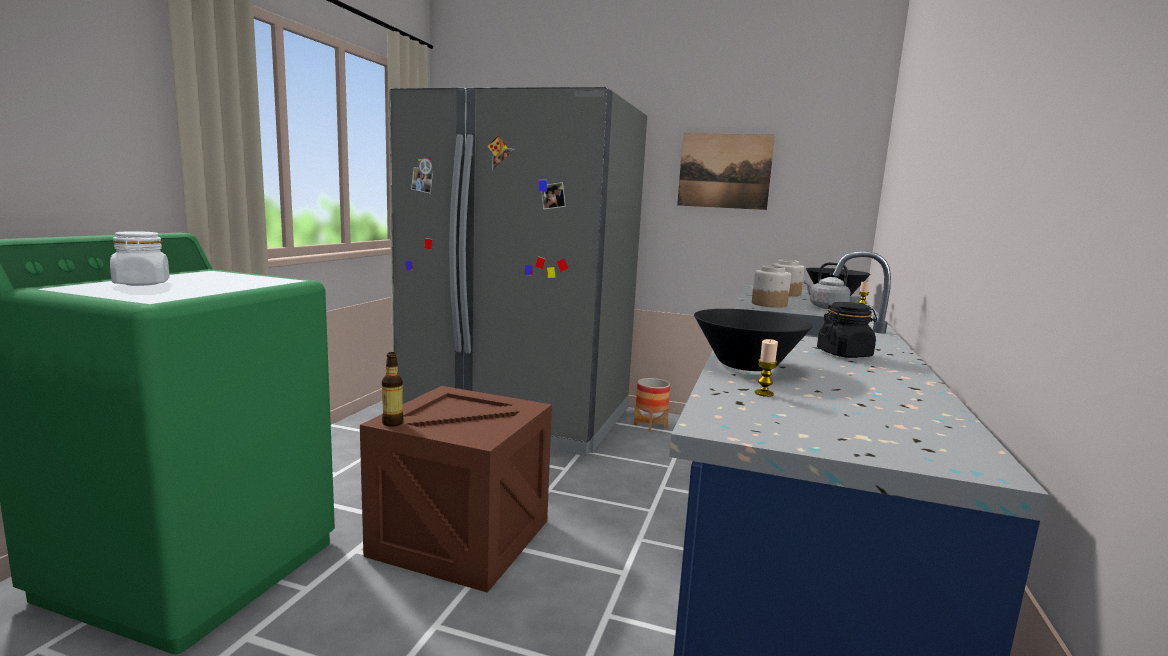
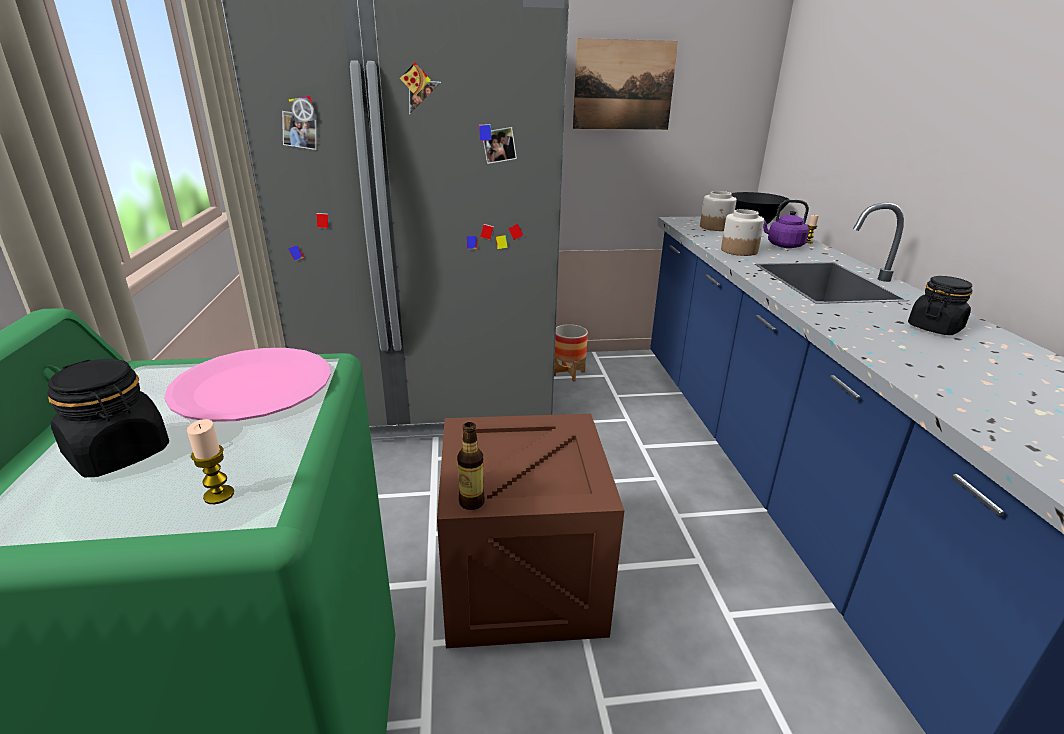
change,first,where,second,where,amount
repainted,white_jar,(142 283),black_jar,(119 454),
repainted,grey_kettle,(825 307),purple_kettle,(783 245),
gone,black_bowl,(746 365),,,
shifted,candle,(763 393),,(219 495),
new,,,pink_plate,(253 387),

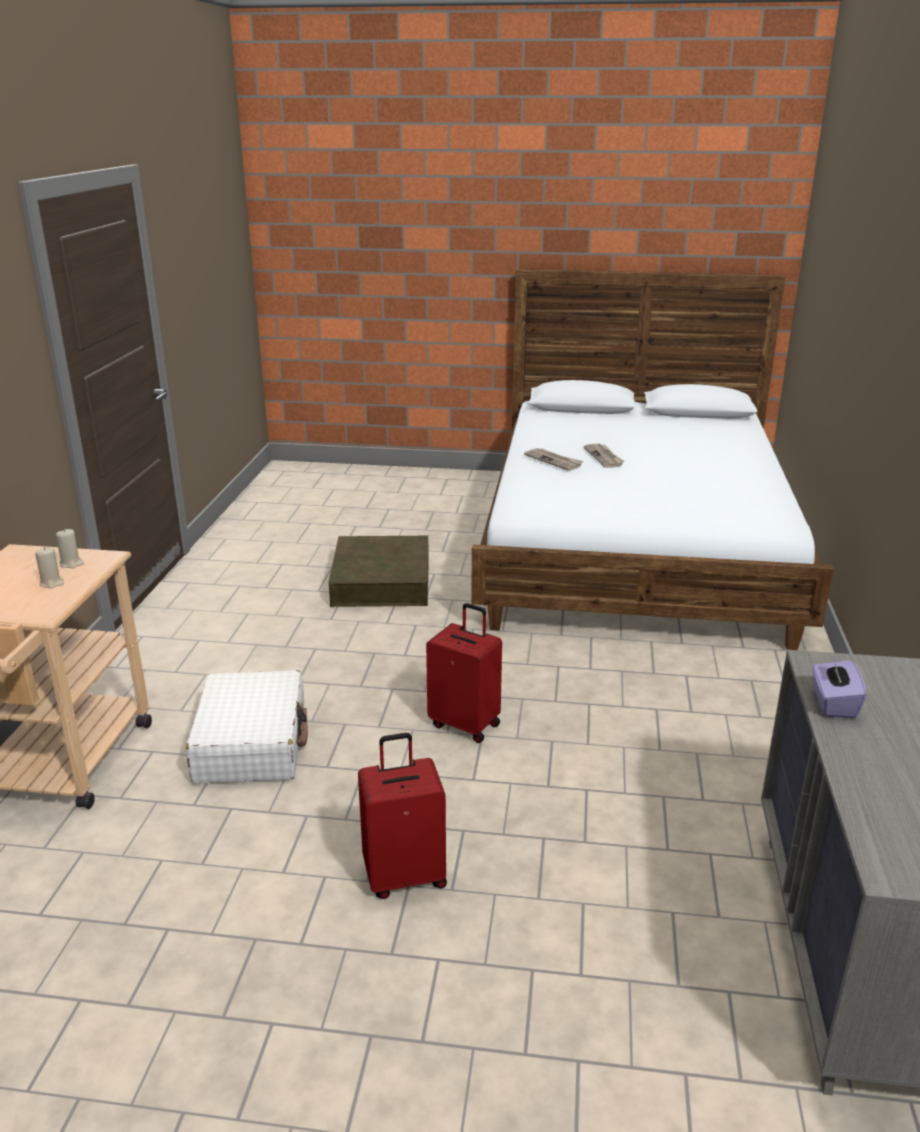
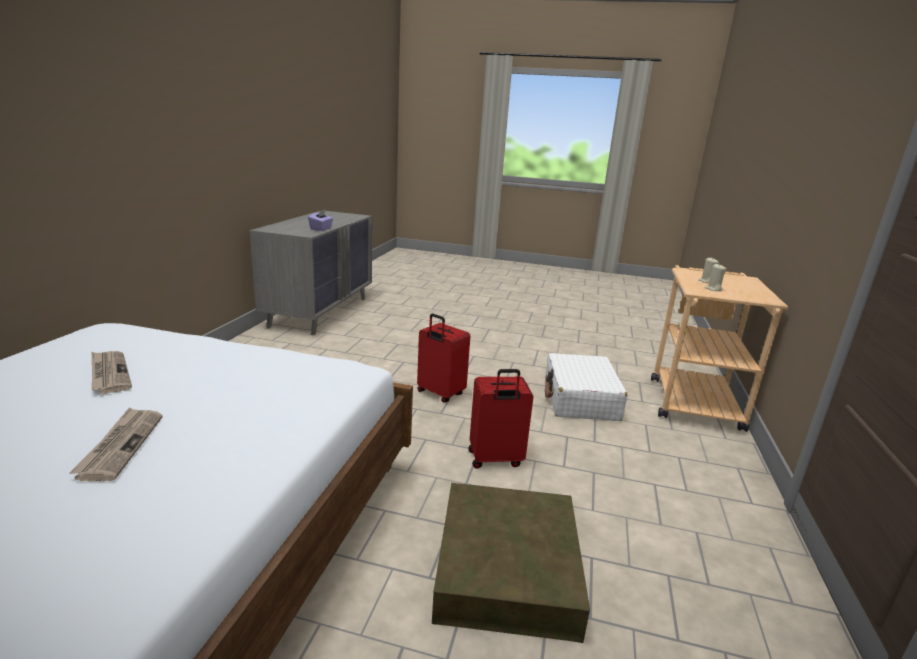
change,first,where,second,where,amount
shifted,newspaper,(554 461),,(109 374),
shifted,red_suitcase,(405 875),,(495 459),

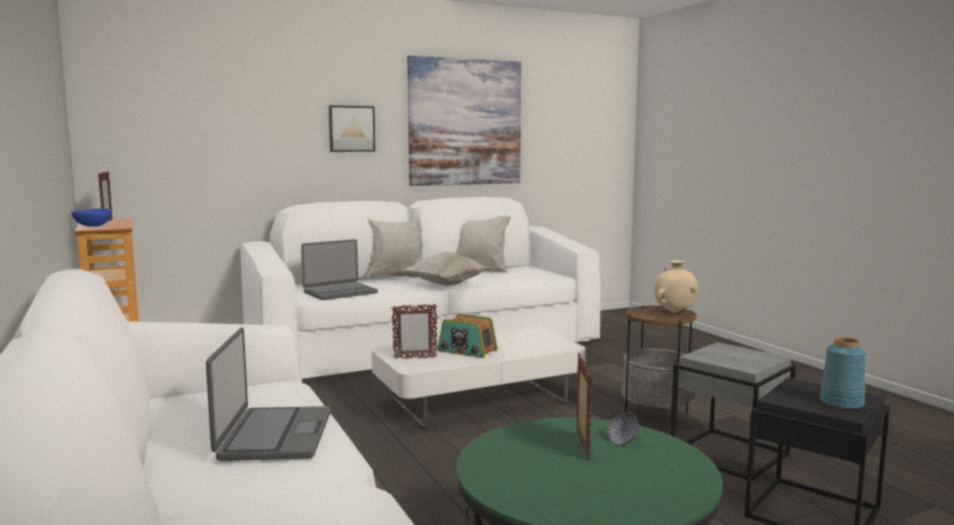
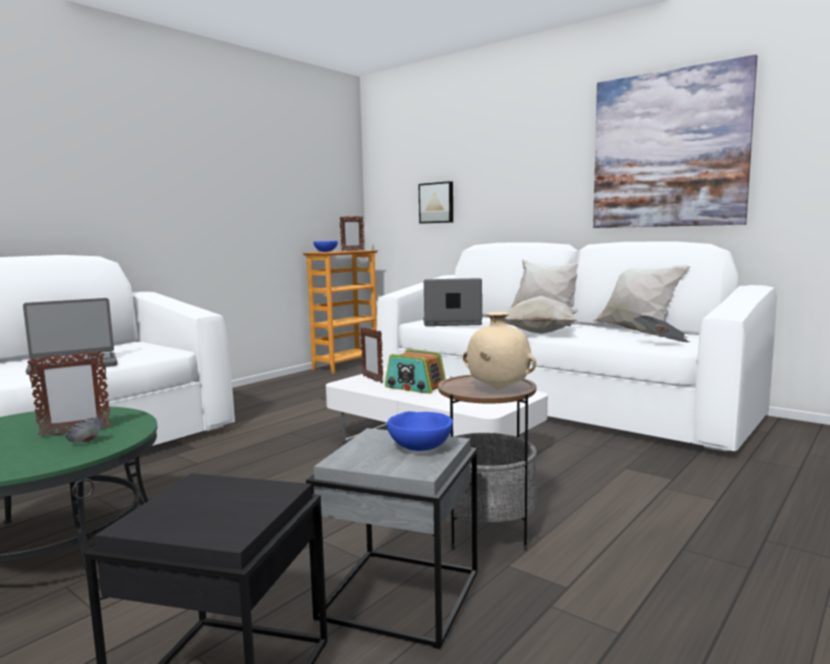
change,first,where,second,where,amount
shifted,picture,(351 129),,(437 203),
rotated,laptop,(340 292),,(451 323),150 degrees clockwise
rotated,radio,(467 351),,(415 387),60 degrees counterclockwise
gone,blue_vase,(842 403),,,
new,,,newspaper,(662 343),
new,,,blue_bowl,(420 448),

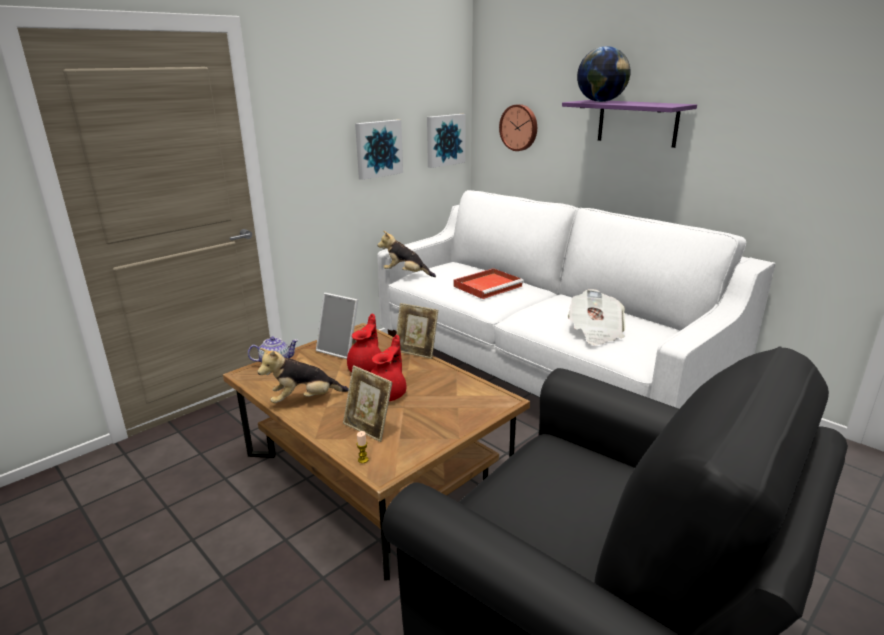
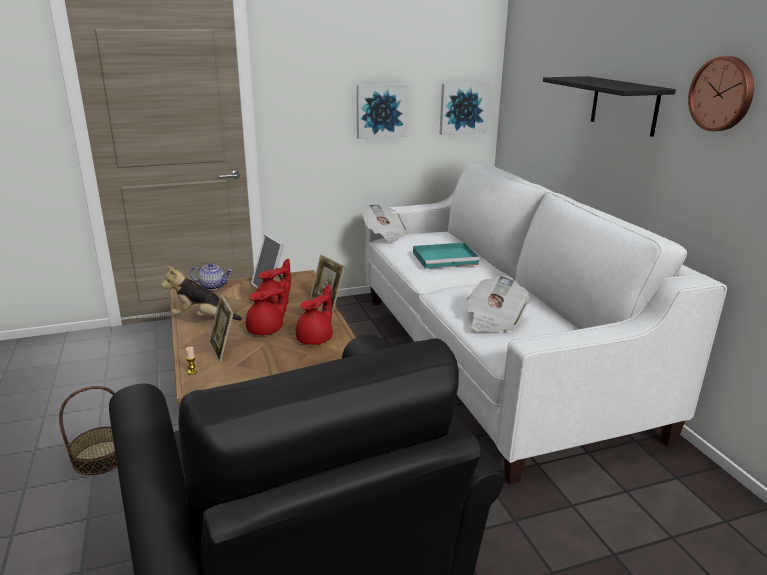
change,first,where,second,where,amount
gone,globe,(600 102),,,
repainted,purple_shelf,(637 123),black_shelf,(624 105),
shifted,wall_clock,(519 127),,(722 94),
swapped,plush_toy,(406 274),newspaper,(385 234),
repainted,red_tray,(488 286),turquoise_tray,(446 258),
new,,,red_teapot,(316 338),
new,,,basket,(101 457),

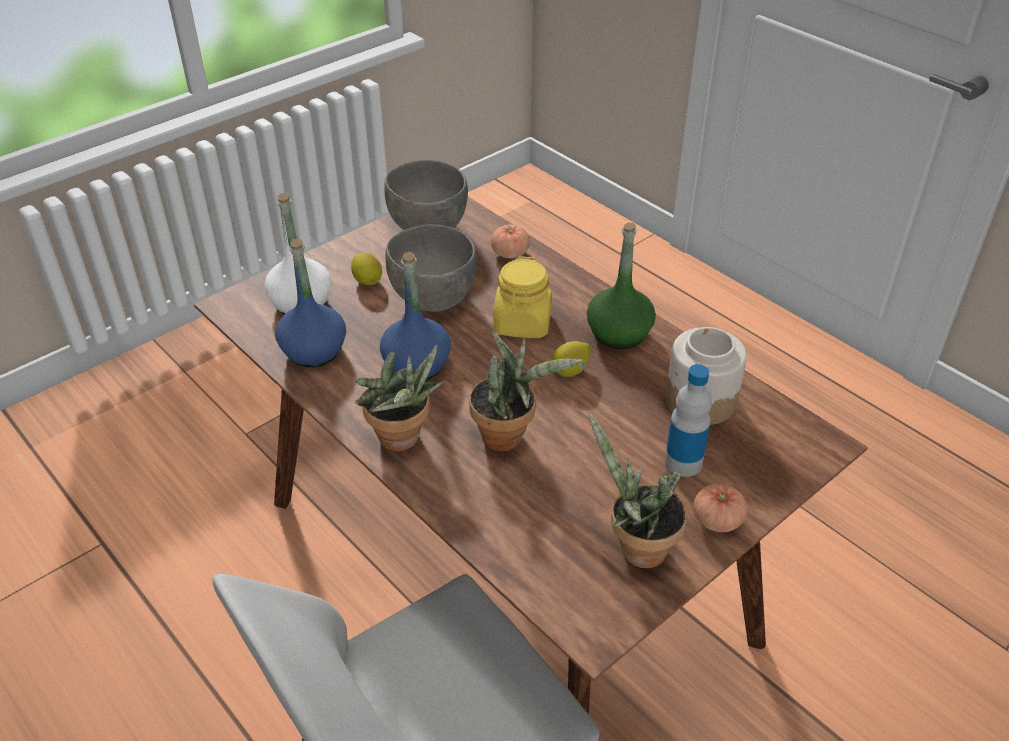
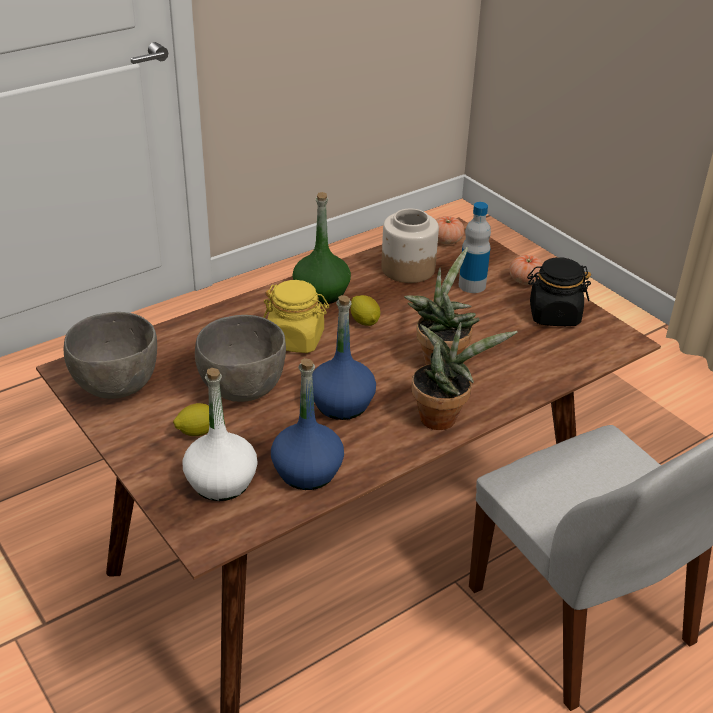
change,first,where,second,where,amount
shifted,tomato,(510 253),,(446 240),
swapped,potted_plant,(636 549),black_jar,(553 315),

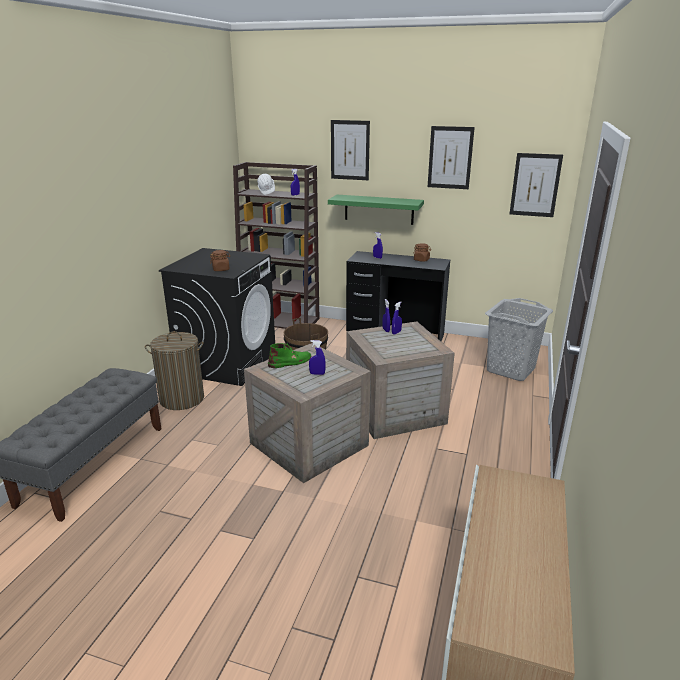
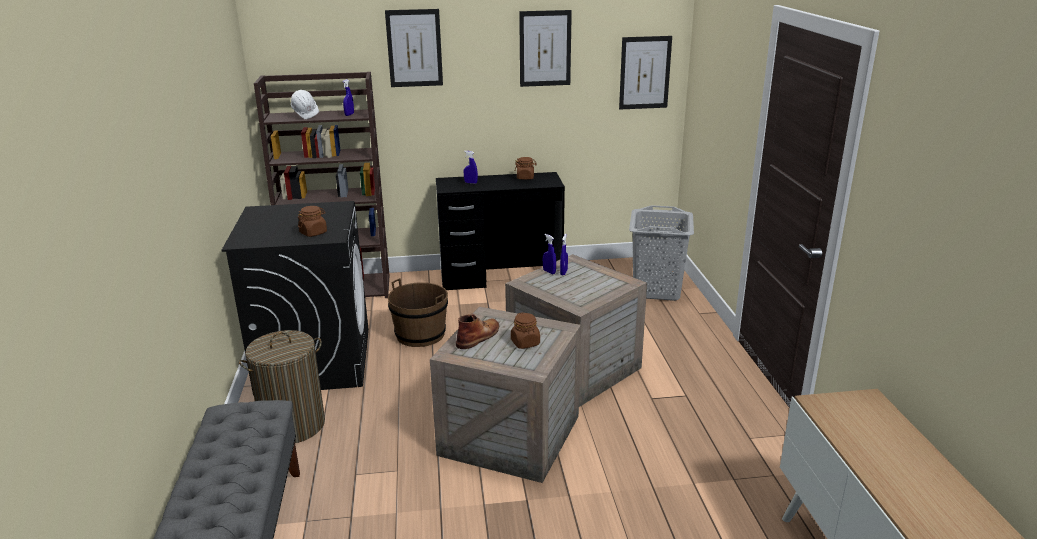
change,first,where,second,where,amount
gone,green_shelf,(379 209),,,
swapped,blue_spray_bottle,(317 374),brown_jar,(525 343),
repainted,green_boot,(290 362),brown_boot,(479 336),

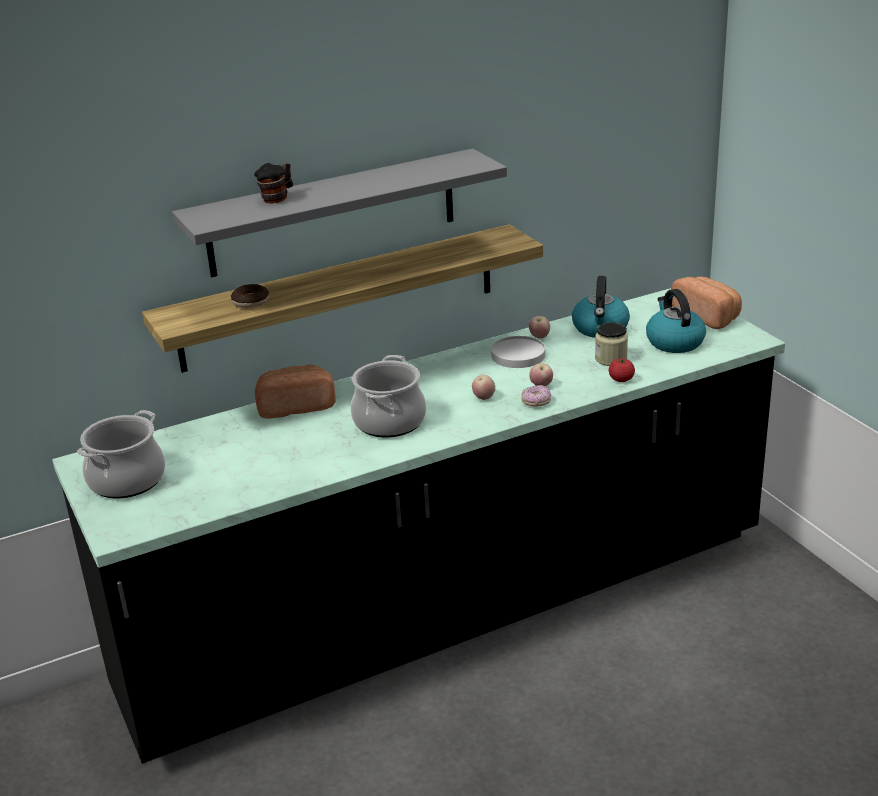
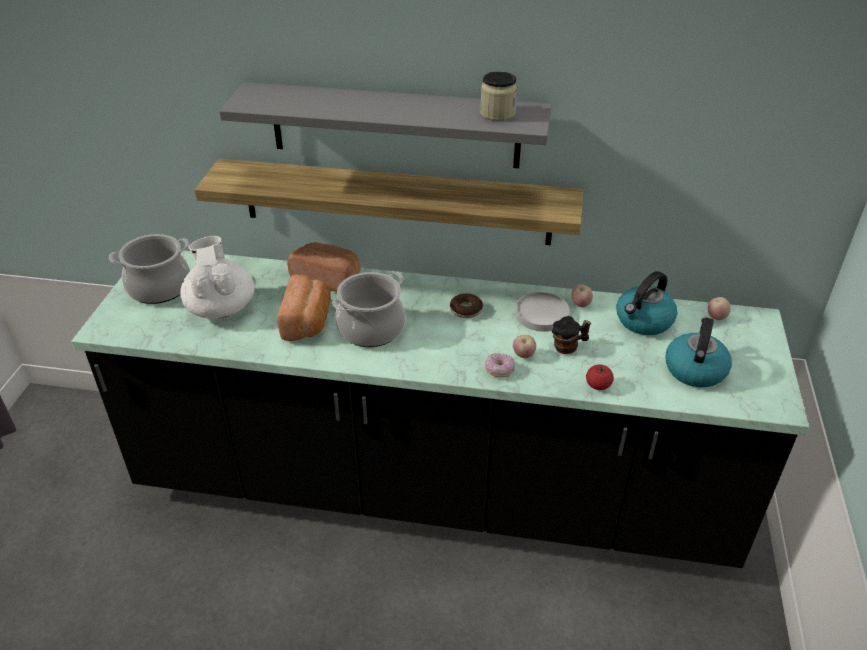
change,first,where,second,where,amount
shifted,mug,(278 198),,(569 347),
shifted,bread,(707 316),,(308 322),
shifted,donut,(251 302),,(466 310),
shifted,jar,(611 359),,(497 113),
shifted,apple,(483 398),,(716 317),
new,,,white_teapot,(221 307),

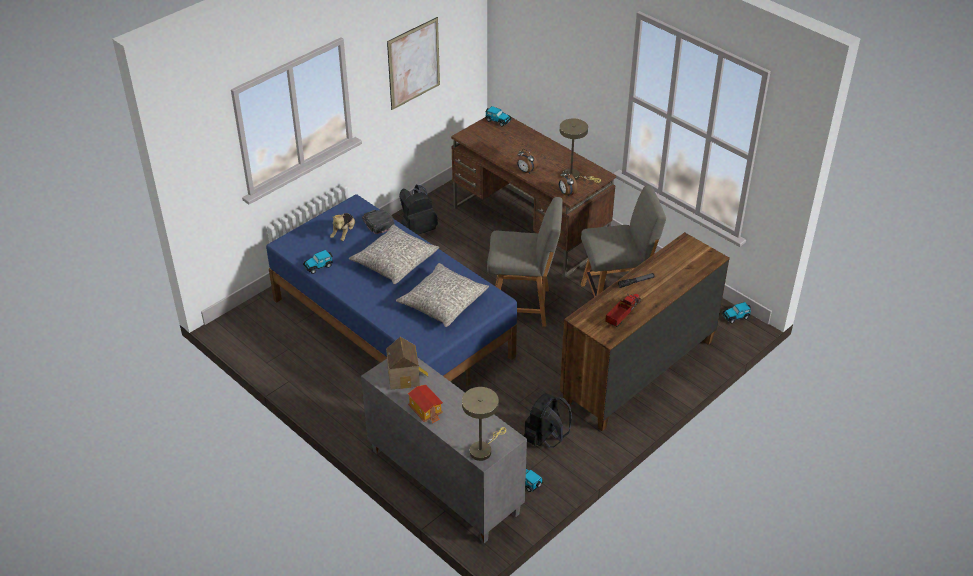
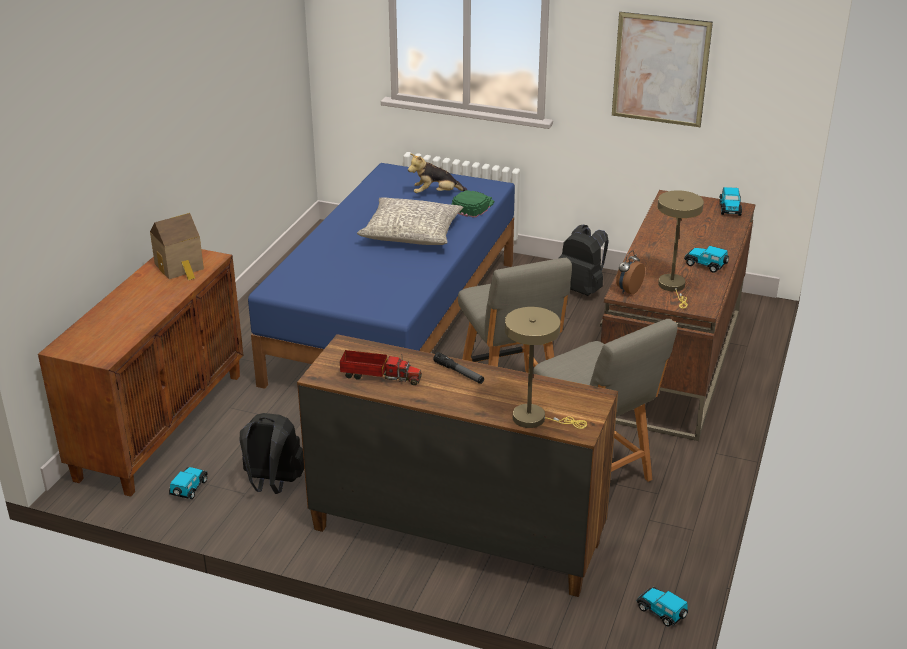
change,first,where,second,where,amount
gone,alarm_clock,(526 171),,,
repainted,black_cap,(377 222),green_cap,(473 206),
shifted,toy_car,(319 266),,(706 265),
gone,grey_pillow,(443 302),,,
repainted,grey_cabinet,(443 482),brown_cabinet,(161 424),
gone,toy_house,(426 410),,,
shifted,beige_table_lamp,(483 449),,(535 419),

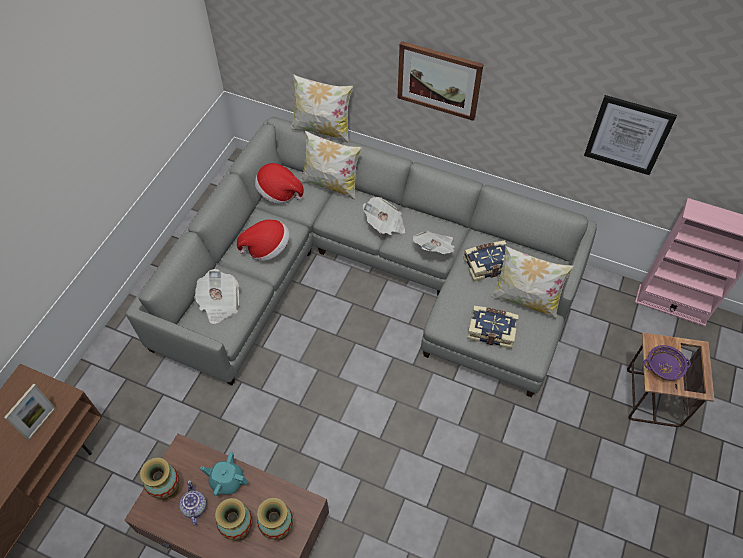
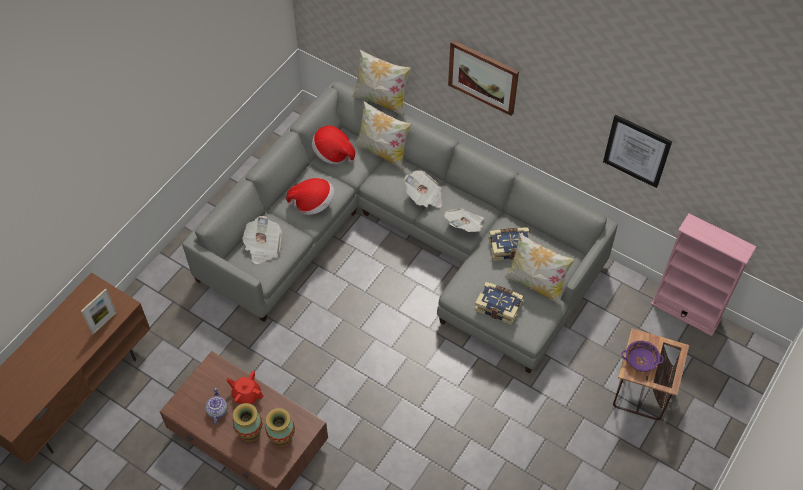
change,first,where,second,where,amount
repainted,turquoise_teapot,(227 480),red_teapot,(246 394),
gone,vase,(167 488),,,

